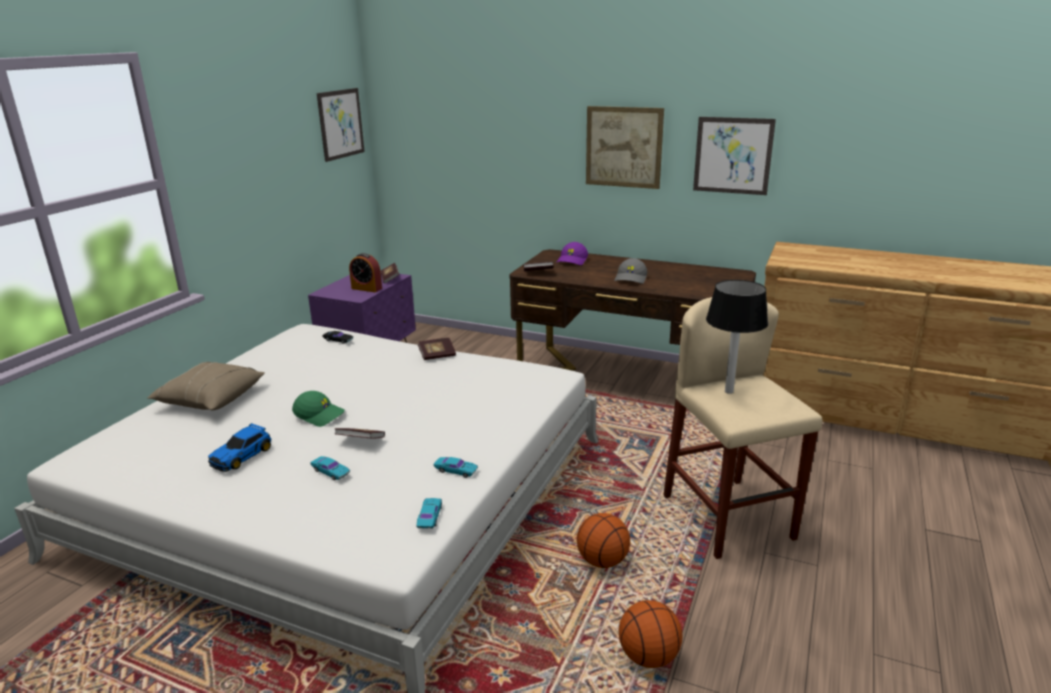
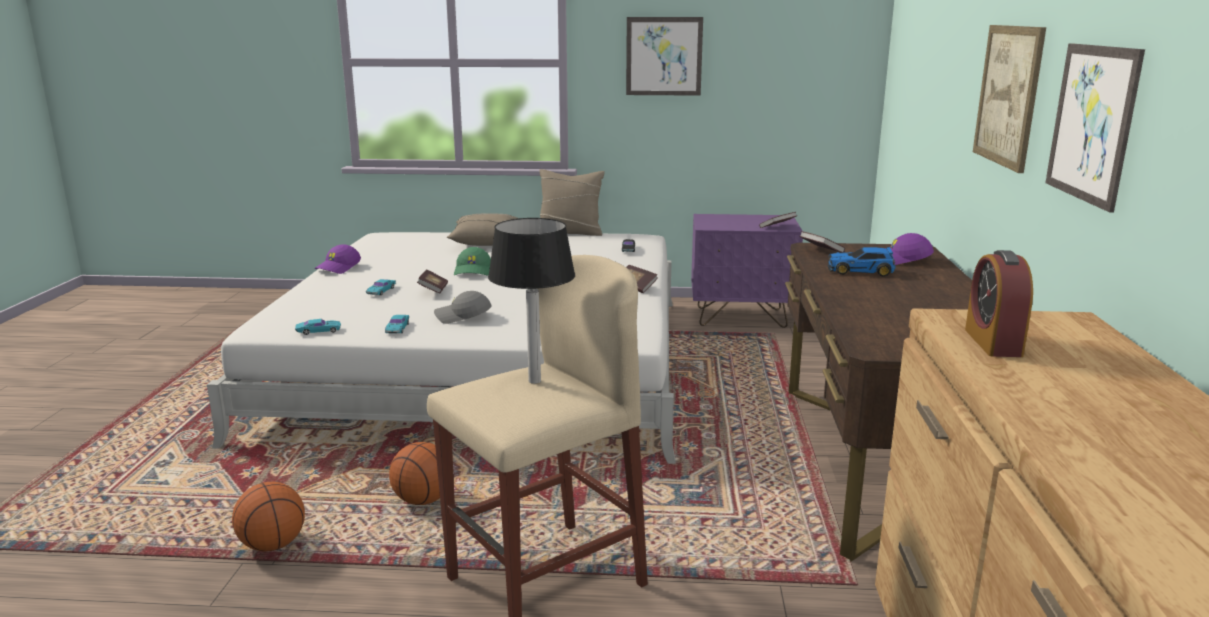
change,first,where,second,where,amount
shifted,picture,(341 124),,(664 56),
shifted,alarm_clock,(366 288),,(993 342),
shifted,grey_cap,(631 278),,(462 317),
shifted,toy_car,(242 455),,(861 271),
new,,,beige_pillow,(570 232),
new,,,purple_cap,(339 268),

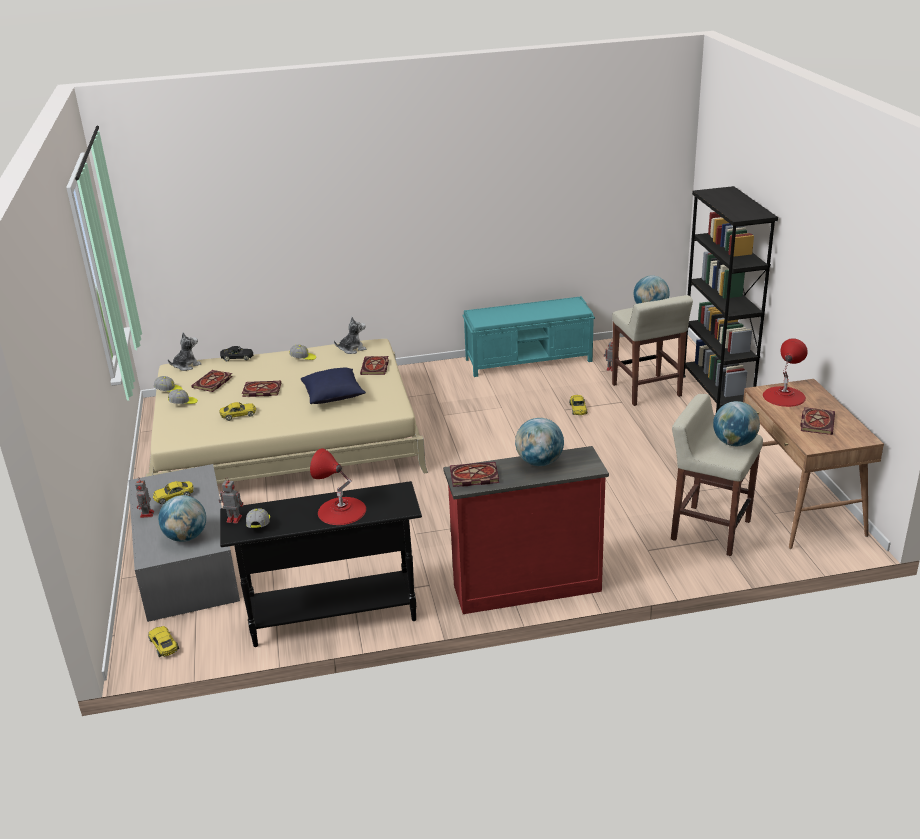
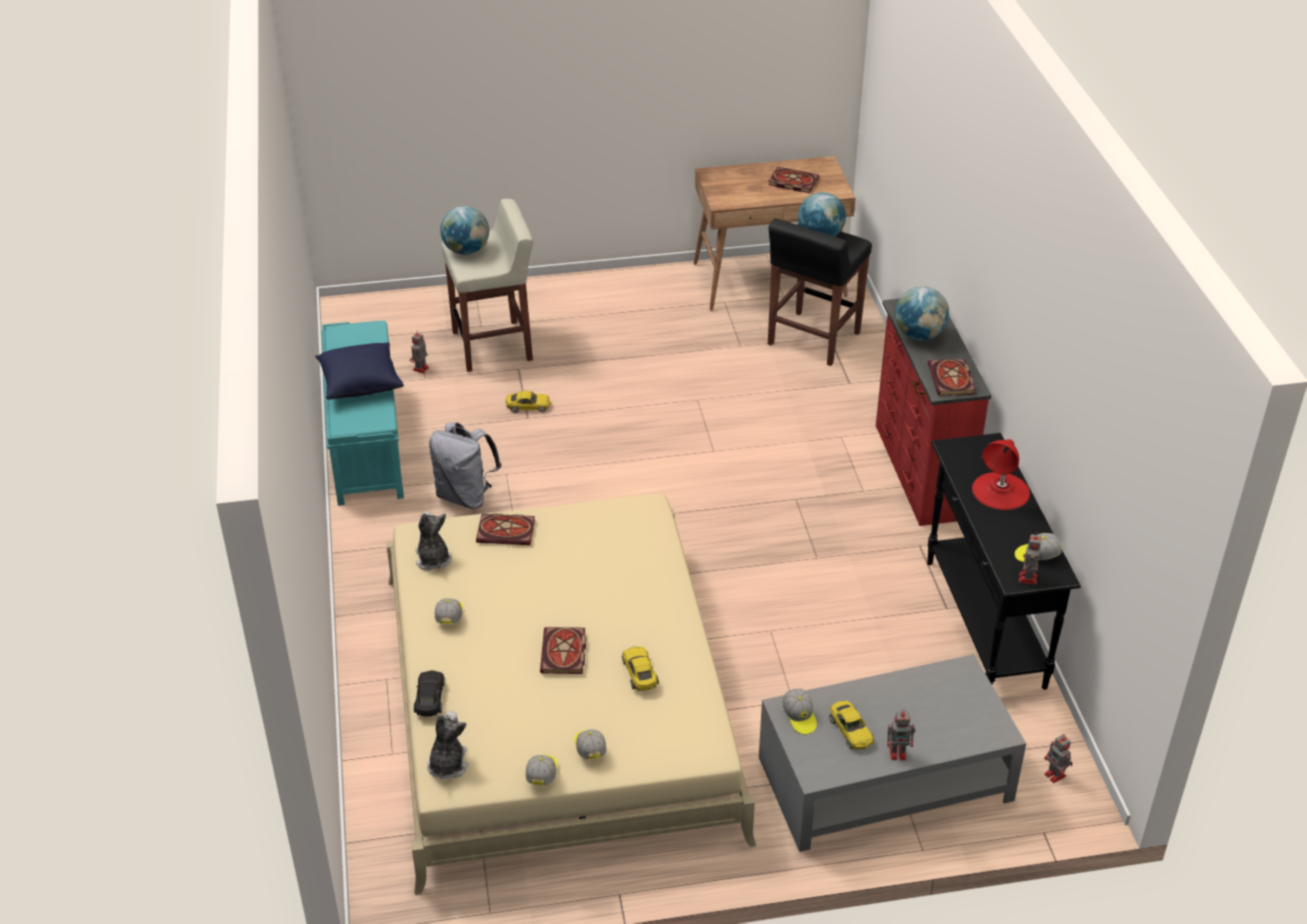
change,first,where,second,where,amount
gone,black_bookcase,(716 393),,,
rotated,plush_toy,(186 366),,(447 764),45 degrees clockwise
gone,red_table_lamp,(783 396),,,
shifted,blue_pillow,(333 396),,(360 383),
gone,book,(212 383),,,
repainted,beige_stool,(709 530),black_stool,(812 339),
gone,globe,(186 537),,,
swapped,yellow_toy_car,(164 645),toy_robot,(1055 776),
new,,,grey_backpack,(465 496),
new,,,cap,(799 717),

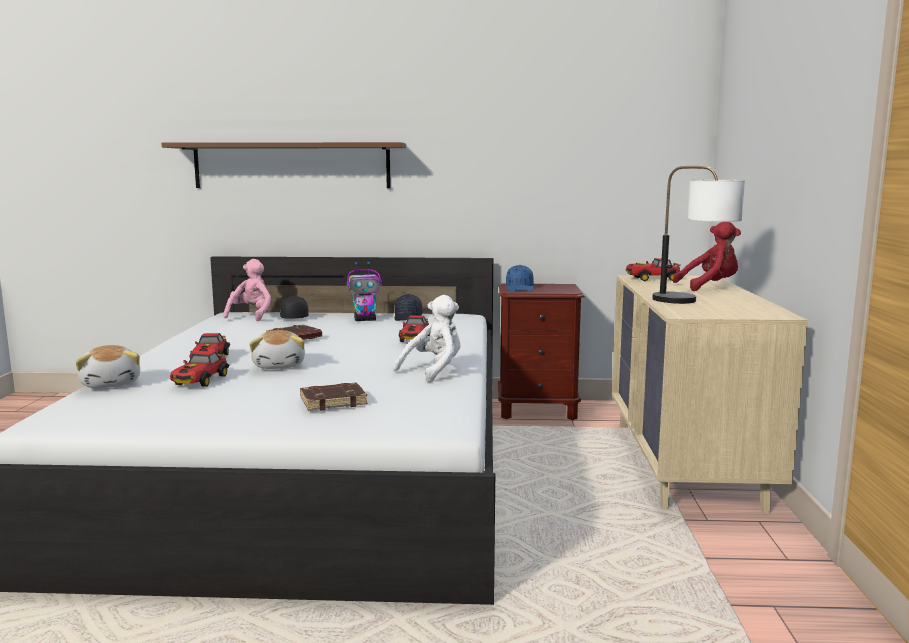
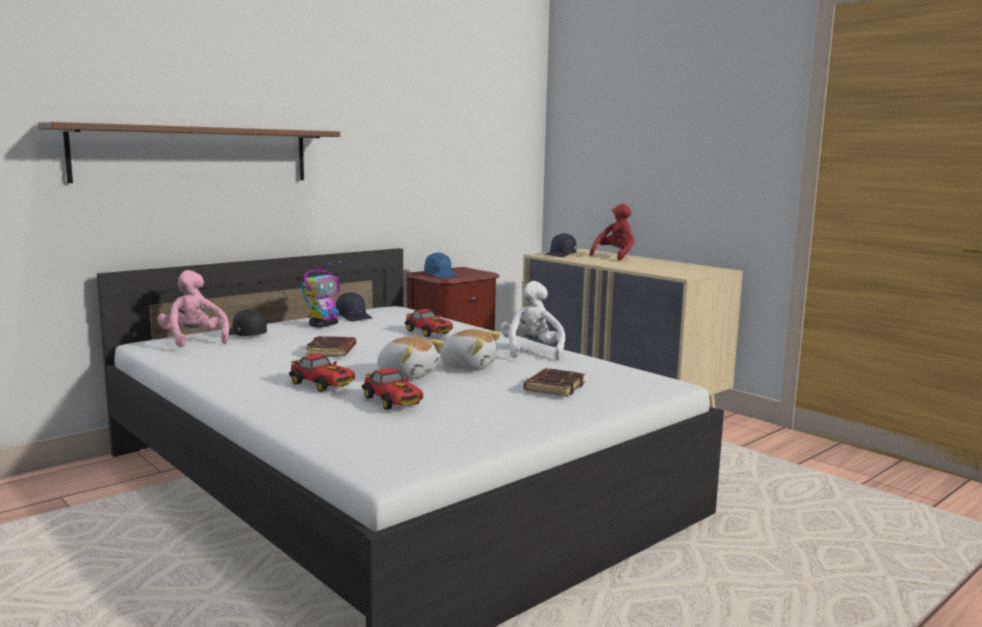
change,first,where,second,where,amount
gone,table_lamp,(693 302),,,
swapped,toy_car,(652 279),black_cap,(560 255),
shifted,plush_toy,(112 384),,(468 366),

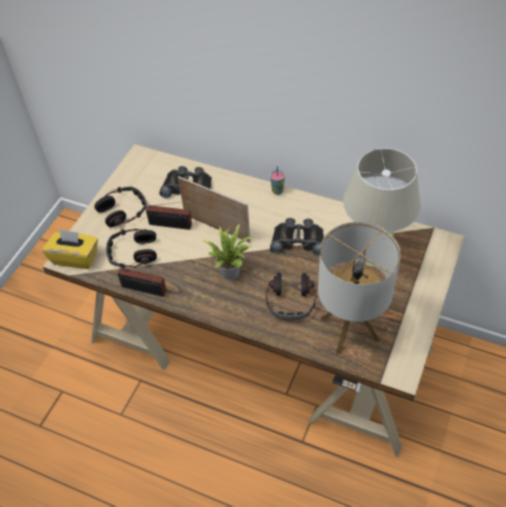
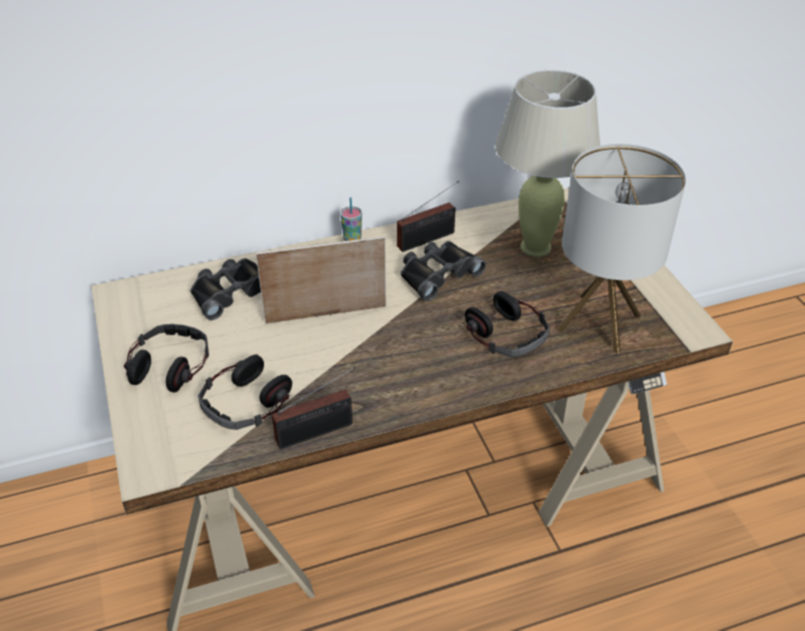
change,first,where,second,where,amount
shifted,radio,(173 225),,(429 239),
gone,potted_plant,(232 271),,,
gone,yellow_tissue_box,(75 257),,,

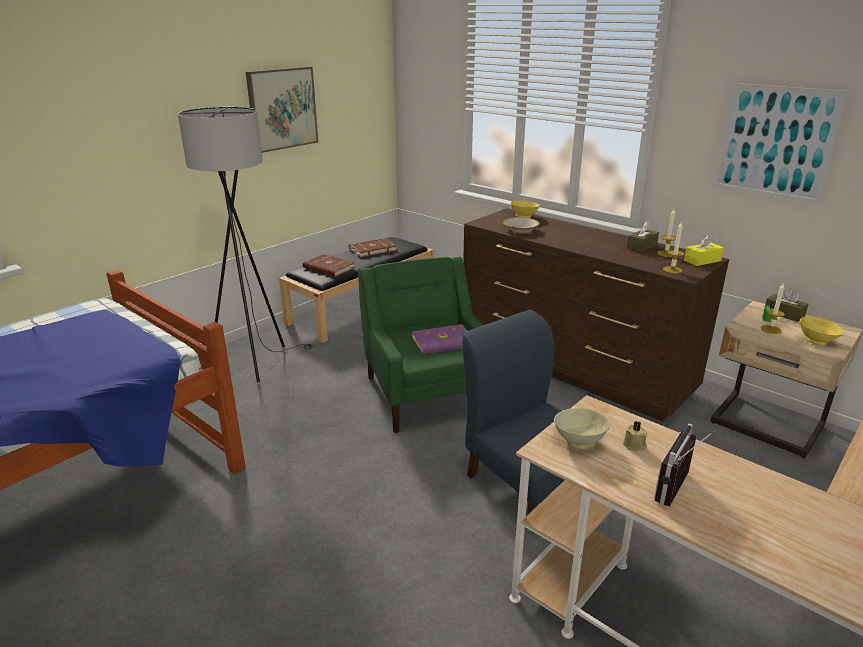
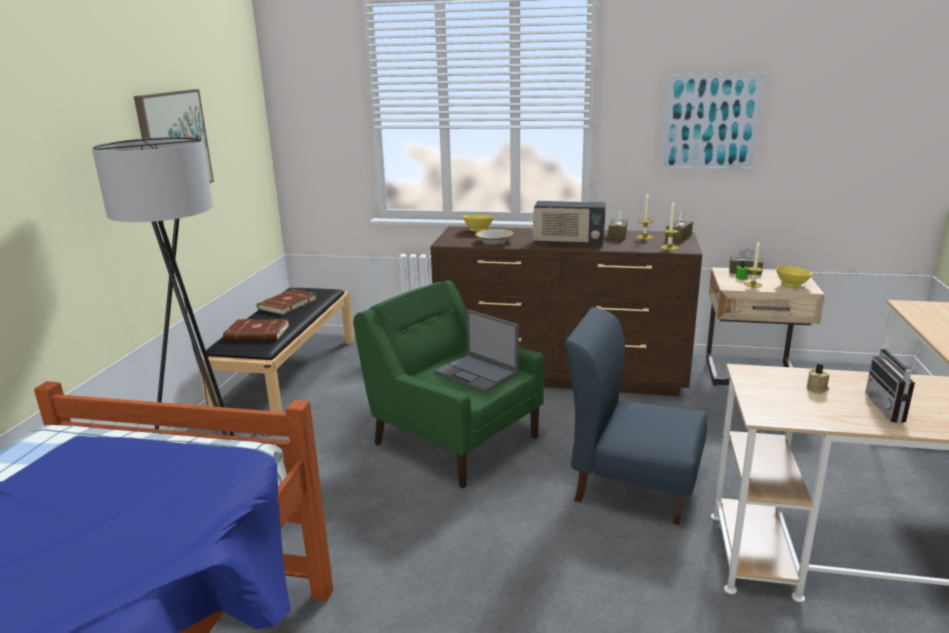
change,first,where,second,where,amount
repainted,yellow_tissue_box,(702 260),brown_tissue_box,(678 237),
swapped,purple_book,(443 343),laptop,(477 373),
gone,beige_bowl,(579 441),,,
new,,,radio,(568 242),

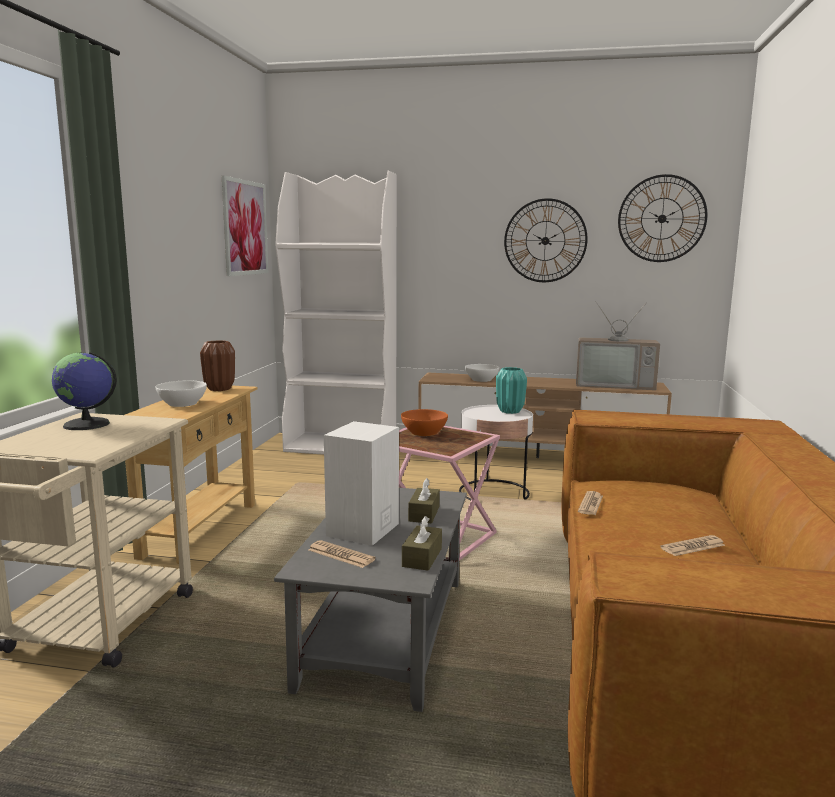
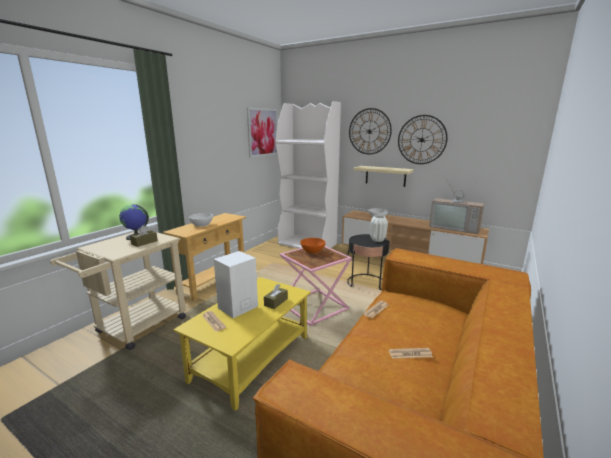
change,first,where,second,where,amount
shifted,wall_clock,(662 218),,(369 131),
gone,brown_vase,(220 389),,,
repainted,turquoise_vase,(509 411),white_vase,(377 240),
repainted,white_side_table,(494 492),black_side_table,(366 283),
repainted,grey_coffee_table,(385 634),yellow_coffee_table,(251 359),
shifted,brown_tissue_box,(422 557),,(144 242),
new,,,beige_shelf,(385 176),

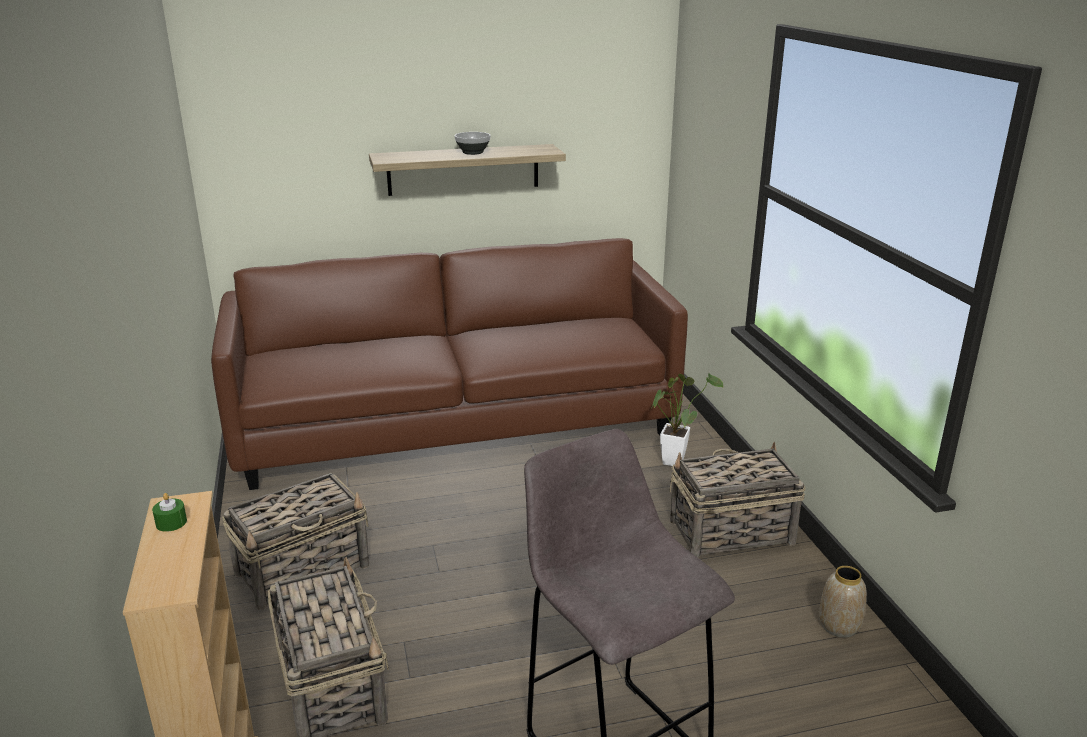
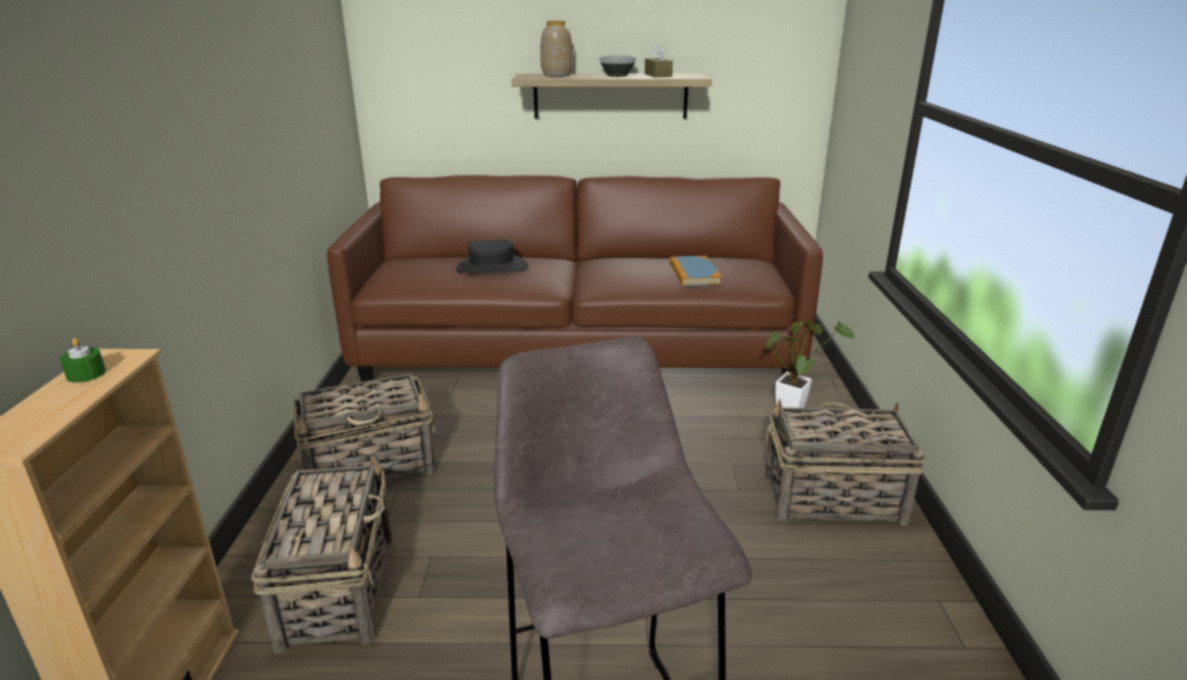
change,first,where,second,where,amount
shifted,vase,(839 626),,(557 75),
new,,,brown_tissue_box,(658 75),
new,,,black_hat,(492 268),
new,,,book,(694 274),

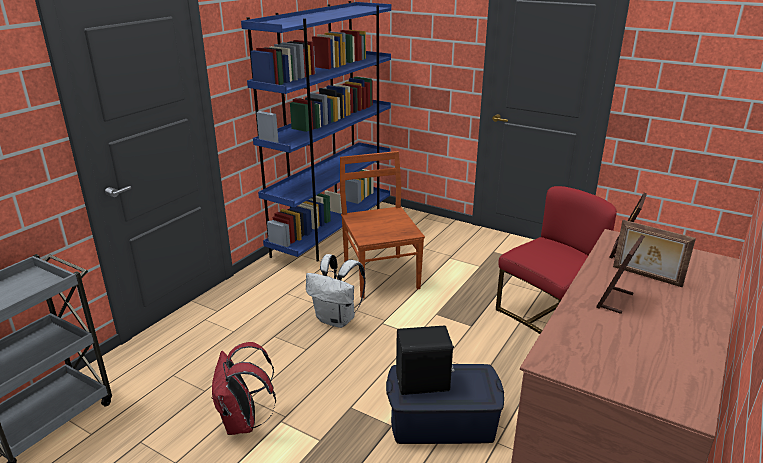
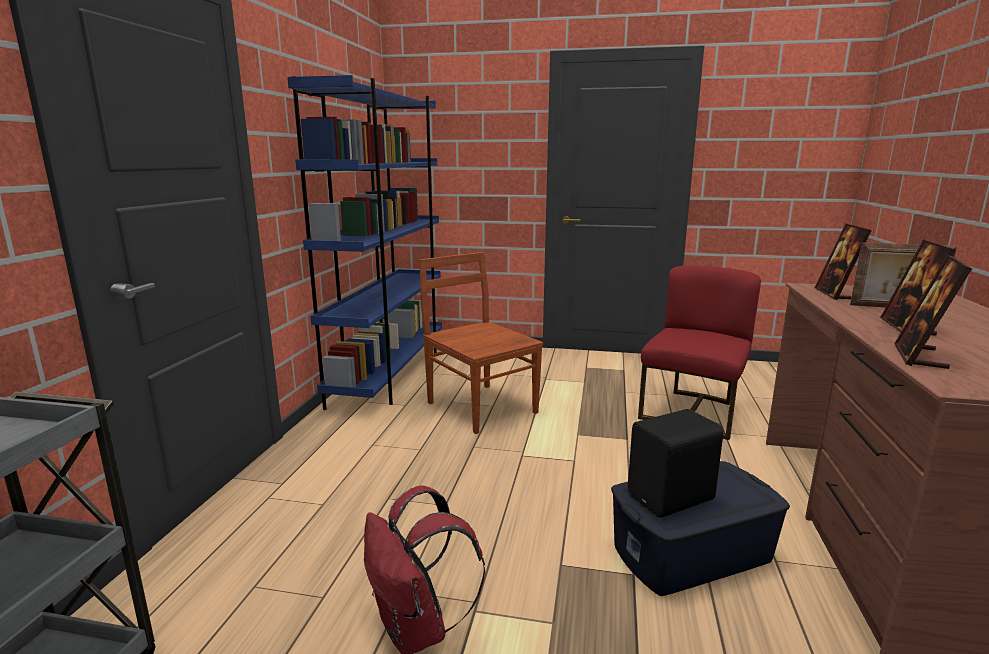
change,first,where,second,where,amount
gone,white_backpack,(337 319),,,
new,,,picture_frame,(920 357),

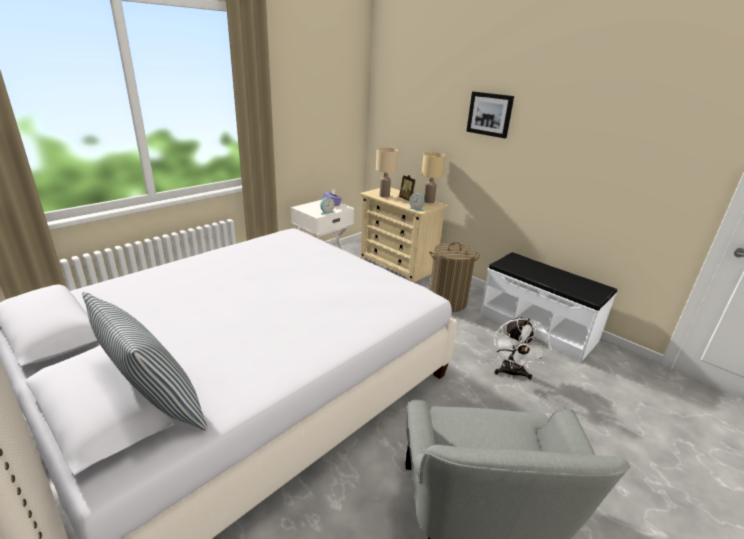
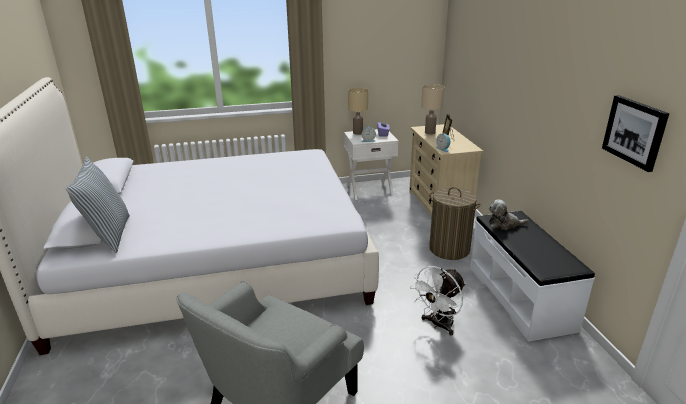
change,first,where,second,where,amount
shifted,picture,(490 114),,(634 132),
shifted,beige_table_lamp,(429 201),,(358 133),
new,,,plush_toy,(504 224),

